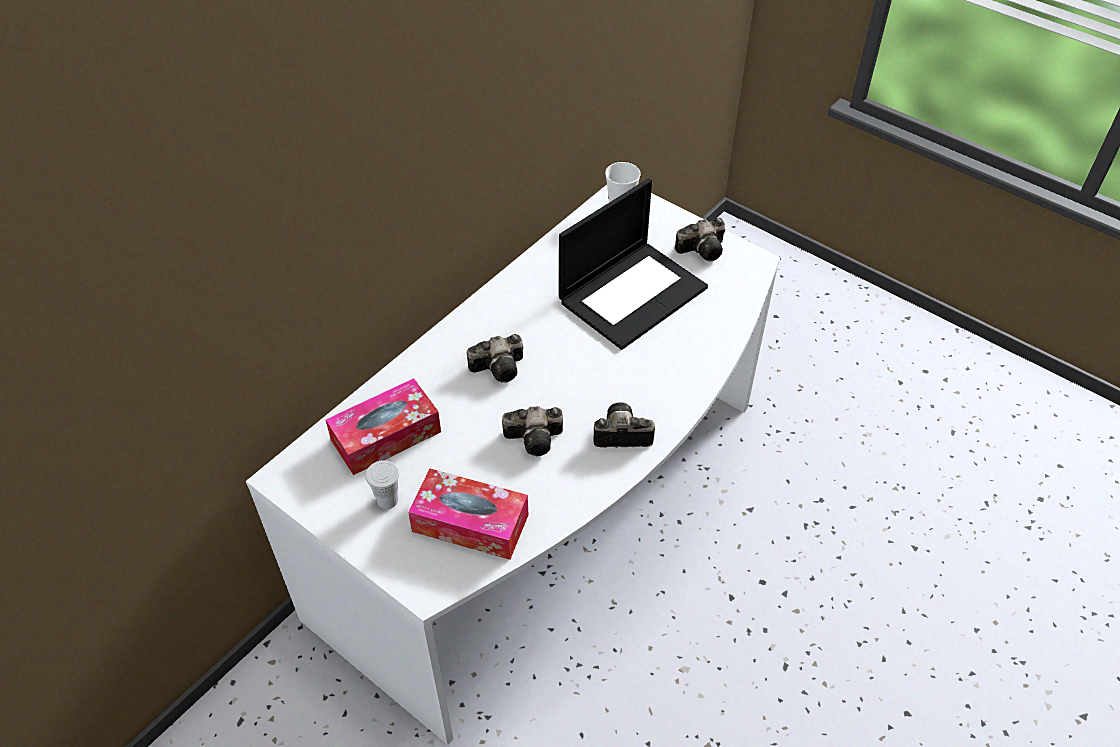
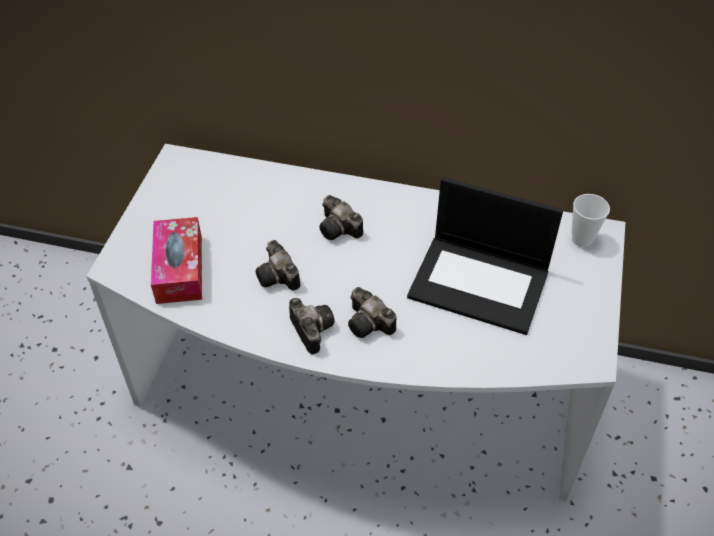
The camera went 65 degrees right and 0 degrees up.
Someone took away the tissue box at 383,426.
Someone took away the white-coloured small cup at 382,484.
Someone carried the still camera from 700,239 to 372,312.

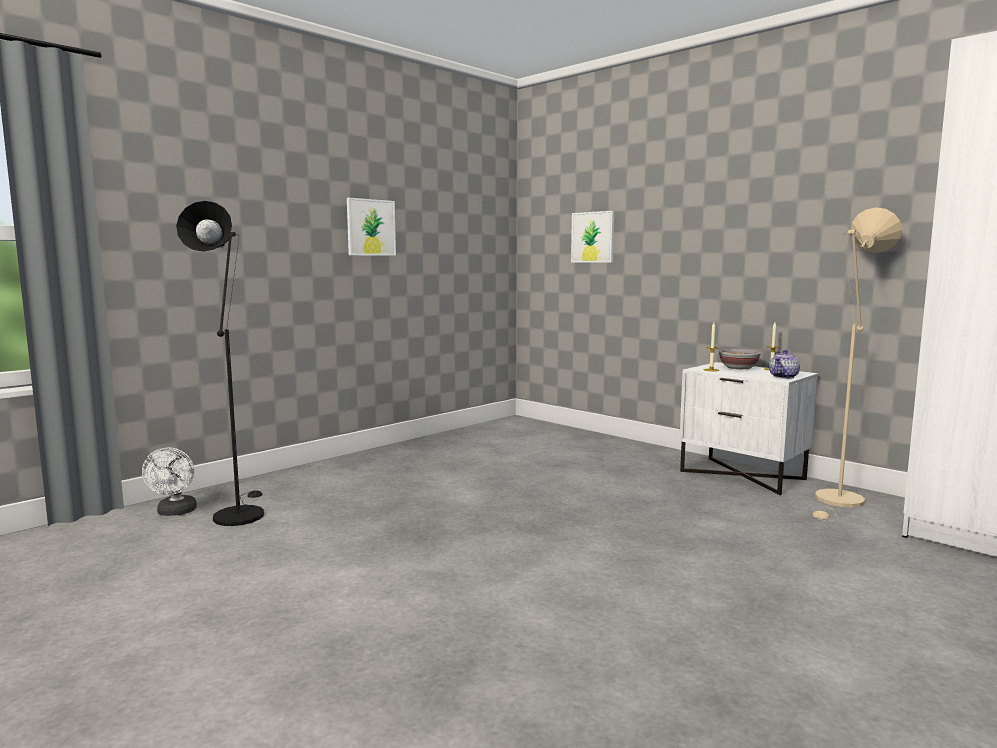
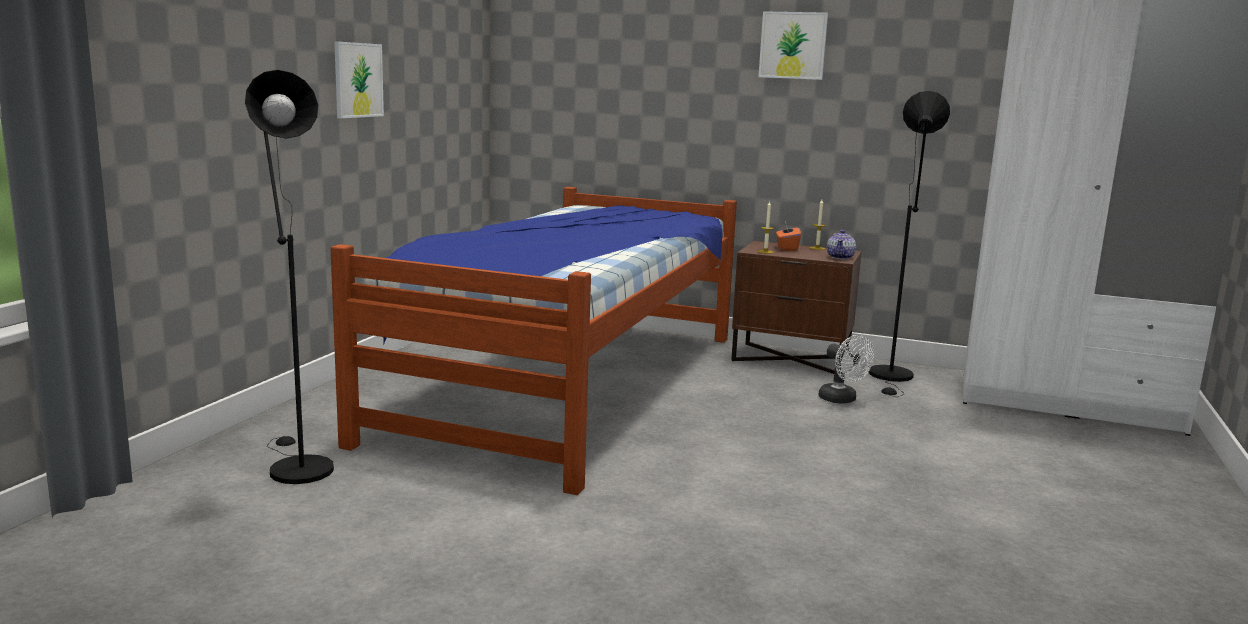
The camera went 25 degrees left and 5 degrees up.
Someone put down the bed at 533,341.
Someone carried the white-coloured cooling fan from 169,481 to 846,369.
Someone carried the wall art from 592,237 to 793,45.
Someone swapped the deep dish at 740,359 for the orangey tissue box at 788,236.
Someone repainted the white-coloured nightstand at 748,428, which became the brown nightstand at 796,307.
Someone repainted the beige standing lamp at 857,364, which became the blackish standing lamp at 909,244.

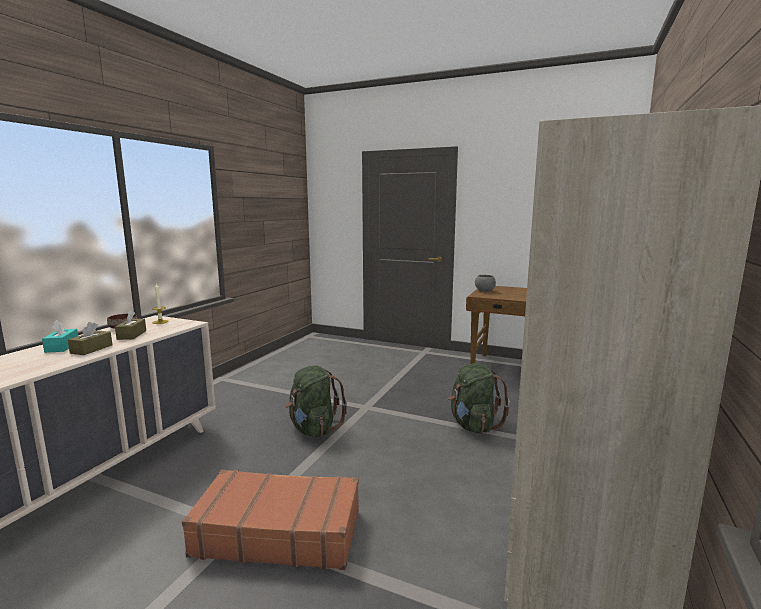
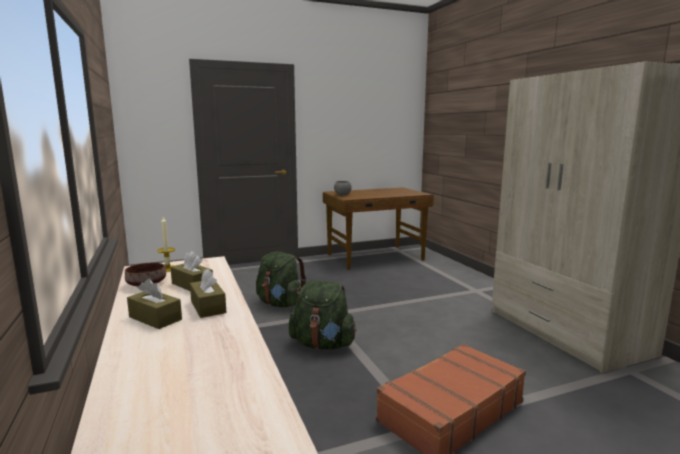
The camera went 45 degrees left and 0 degrees up.
Someone carried the greenish backpack from 479,398 to 281,279.
Someone repainted the blue-green tissue box at 60,336, which became the brown tissue box at 154,303.

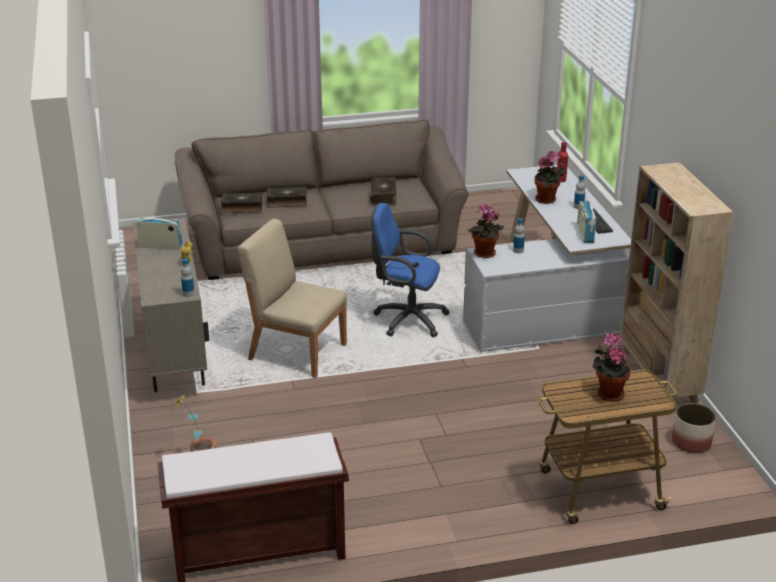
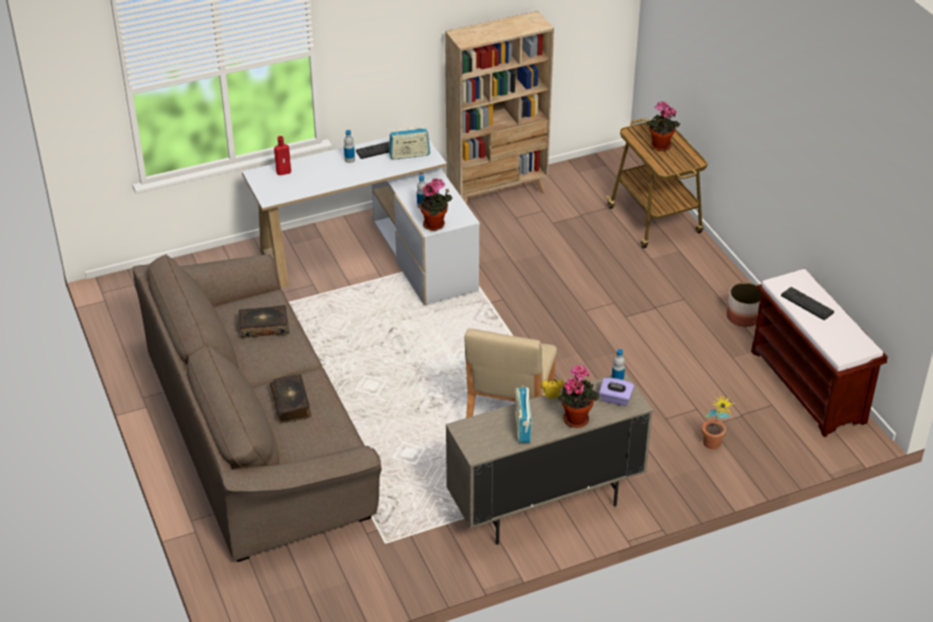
The camera went 100 degrees left and 10 degrees up.
Someone took away the book at 242,203.
Someone took away the blue-coloured computer chair at 410,270.
Someone put down the purple tissue box at 616,392.
Someone put down the computer keyboard at 807,303.
Someone carried the houseplant from 550,177 to 578,396.
Someone carried the flower pot from 694,428 to 743,305.

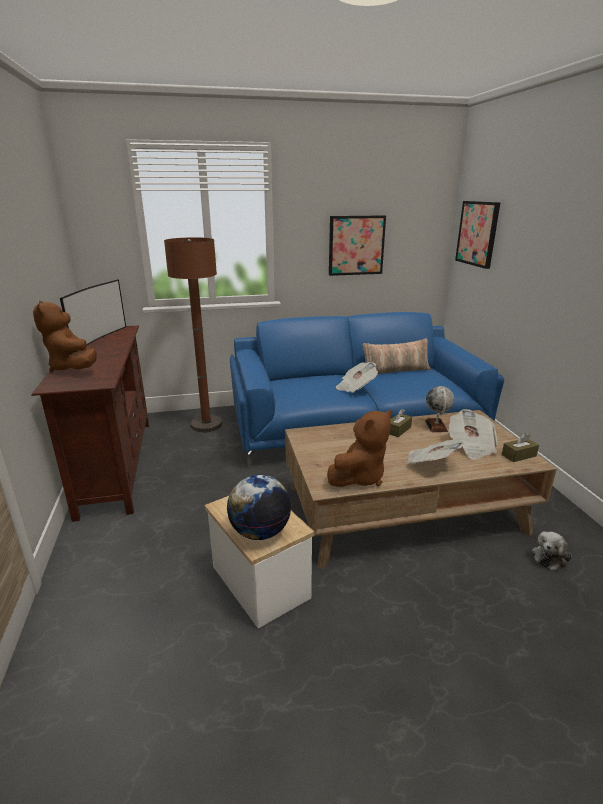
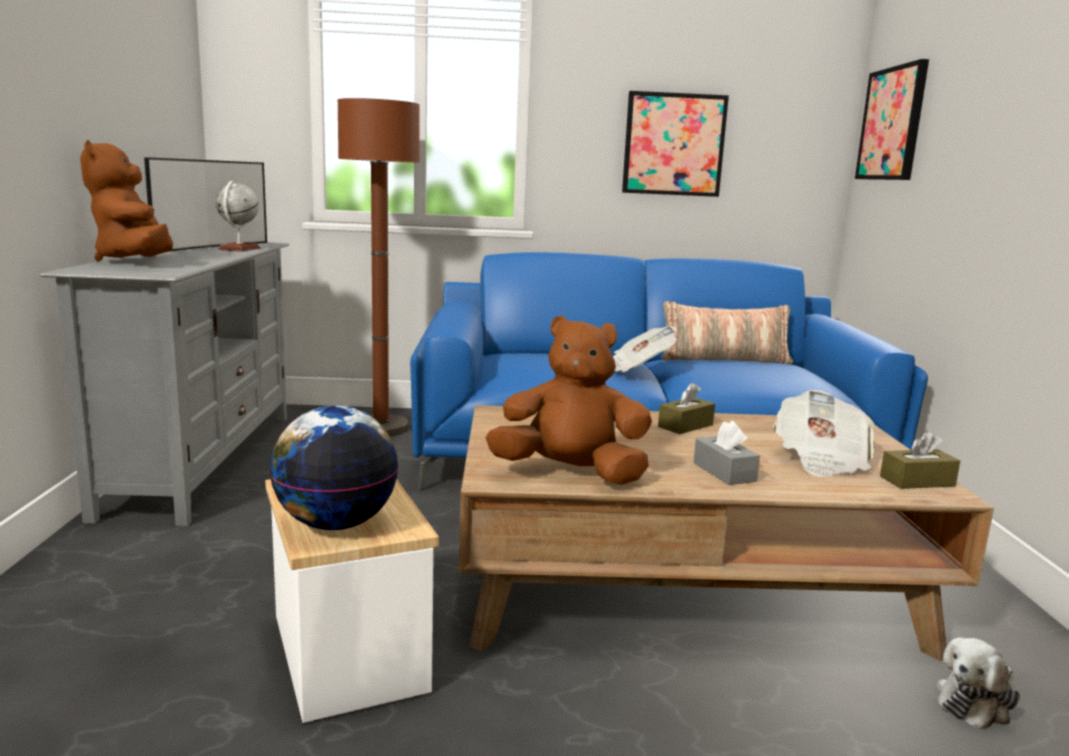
The camera went 10 degrees right and 10 degrees down.
Someone carried the world globe from 439,409 to 238,216.
Someone swapped the newspaper at 435,451 for the gray tissue box at 727,453.
Someone repainted the brown tv stand at 90,424, which became the gray tv stand at 164,384.
Someone rotated the brown soft toy at 359,448 by 135 degrees counterclockwise.

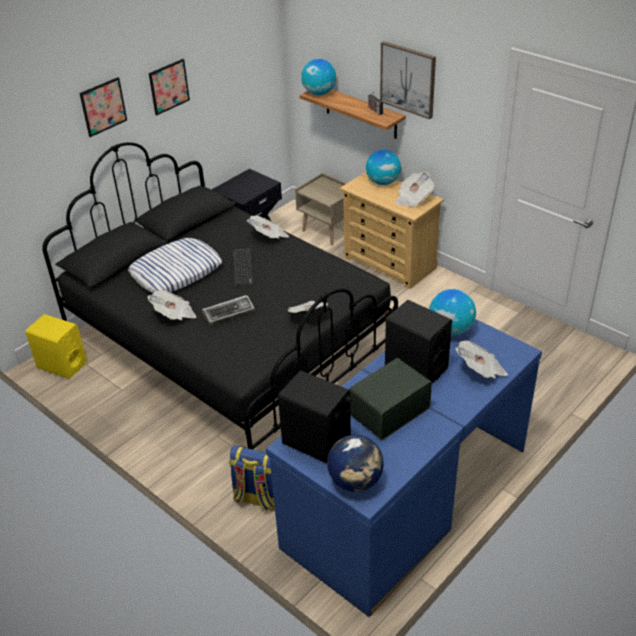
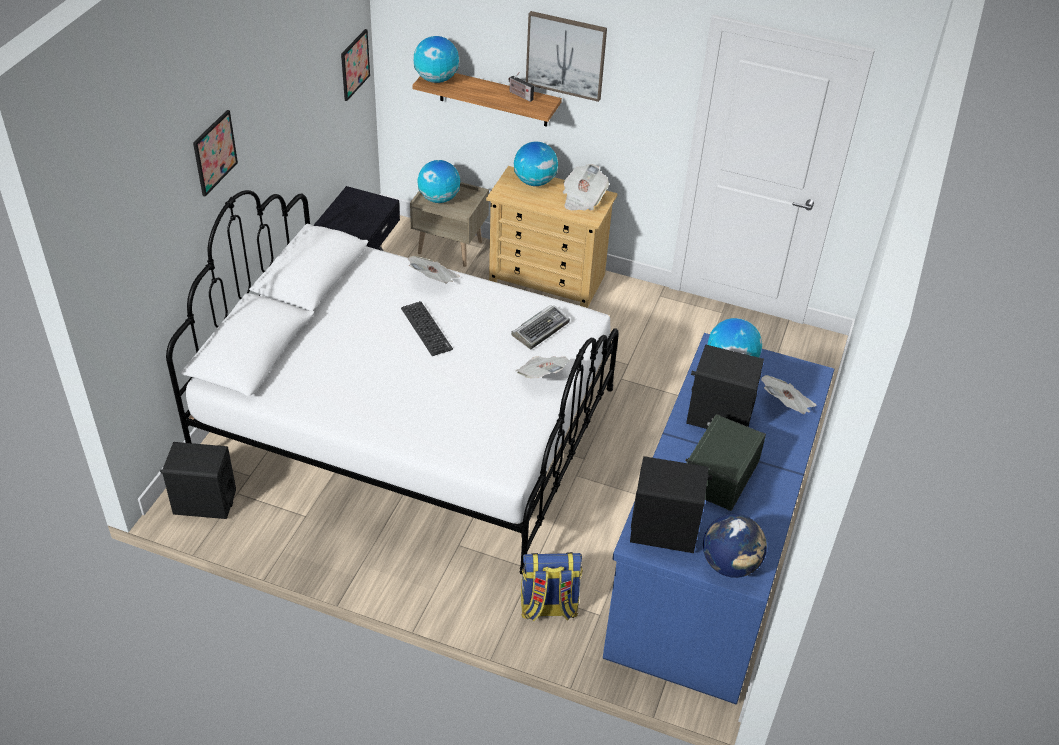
The camera went 25 degrees left and 5 degrees up.
Someone took away the pillow at 175,265.
Someone took away the newspaper at 171,305.
Someone put down the world globe at 439,181.
Someone carried the wall art from 169,87 to 355,65.
Someone carried the computer keyboard from 228,310 to 540,327.
Someone repainted the yellow-coloured speaker at 56,346, which became the blackish speaker at 198,480.
Someone repainted the blackish bed at 220,295, which became the white-coloured bed at 392,382.

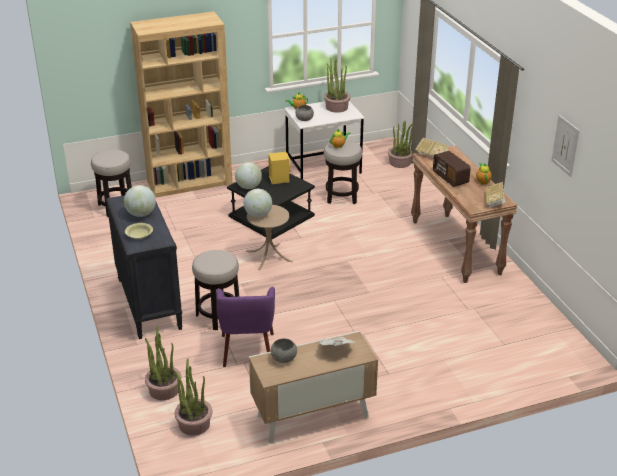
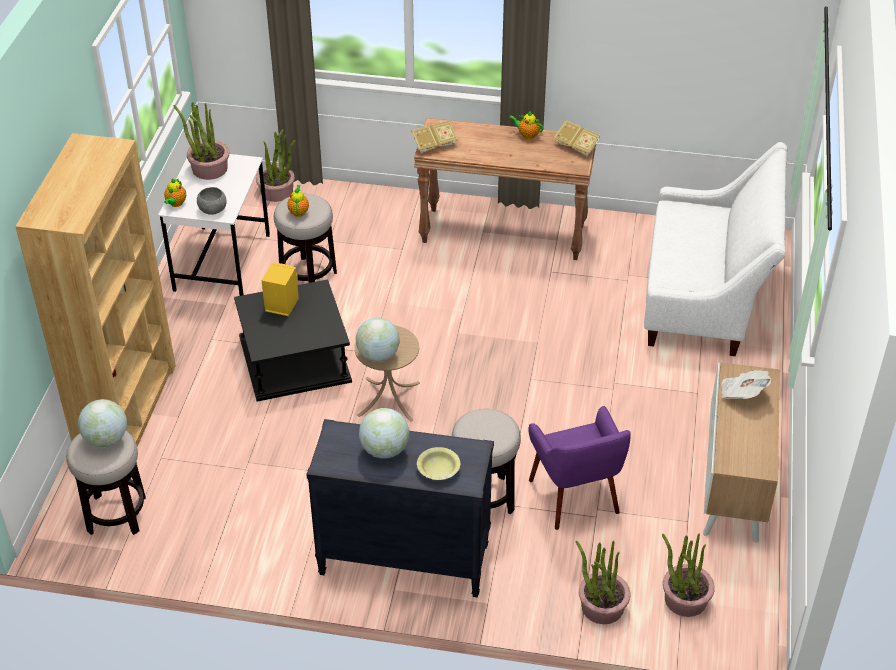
The camera went 60 degrees left and 10 degrees up.
Someone took away the gray deep dish at 284,350.
Someone took away the radio receiver at 452,169.
Someone took away the wall art at 565,146.
Someone put down the white-coloured couch at 716,249.
Someone carried the world globe from 248,175 to 102,423.
Someone rotated the purple easy chair at 245,327 by 45 degrees clockwise.

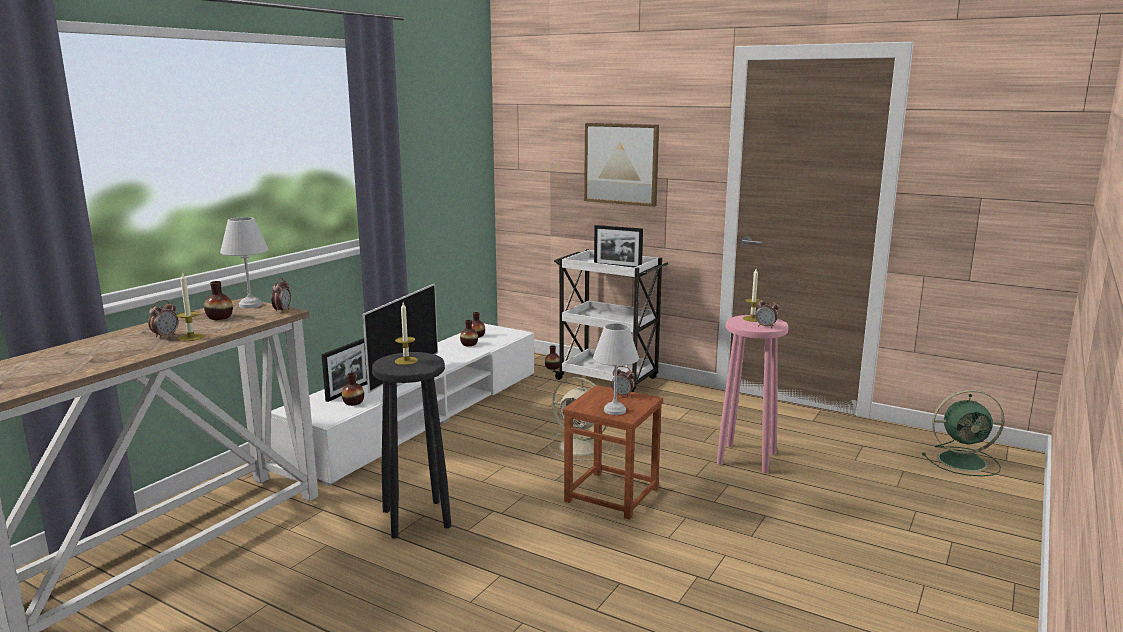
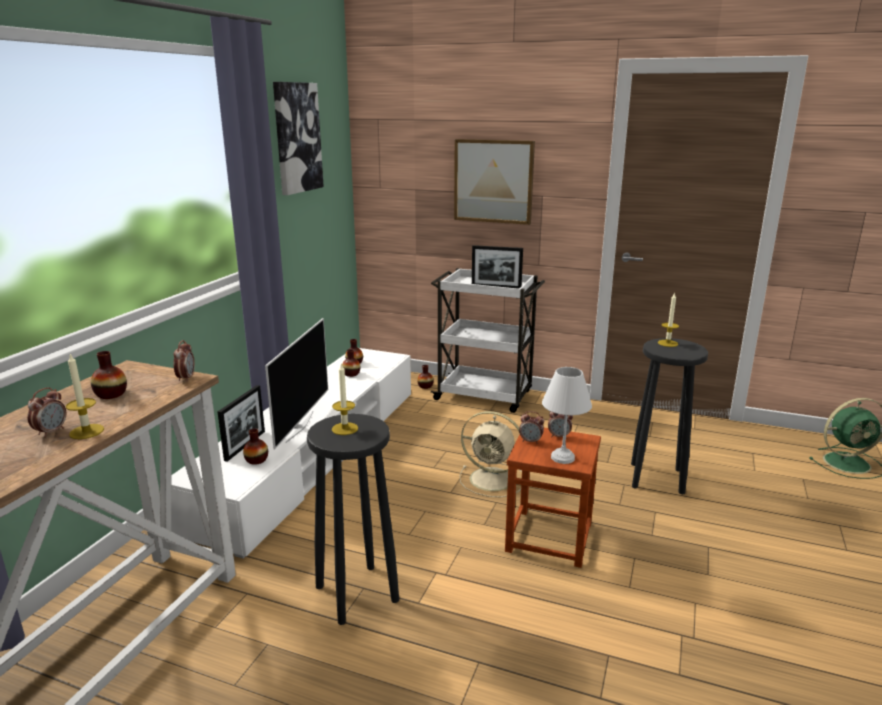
The camera went 10 degrees left and 5 degrees up.
Someone took away the white-coloured tabletop lamp at 244,262.
Someone put up the wall art at 298,138.
Someone carried the table clock from 767,312 to 531,427.
Someone repainted the pink-coloured sitting stool at 753,394, which became the blackish sitting stool at 669,416.

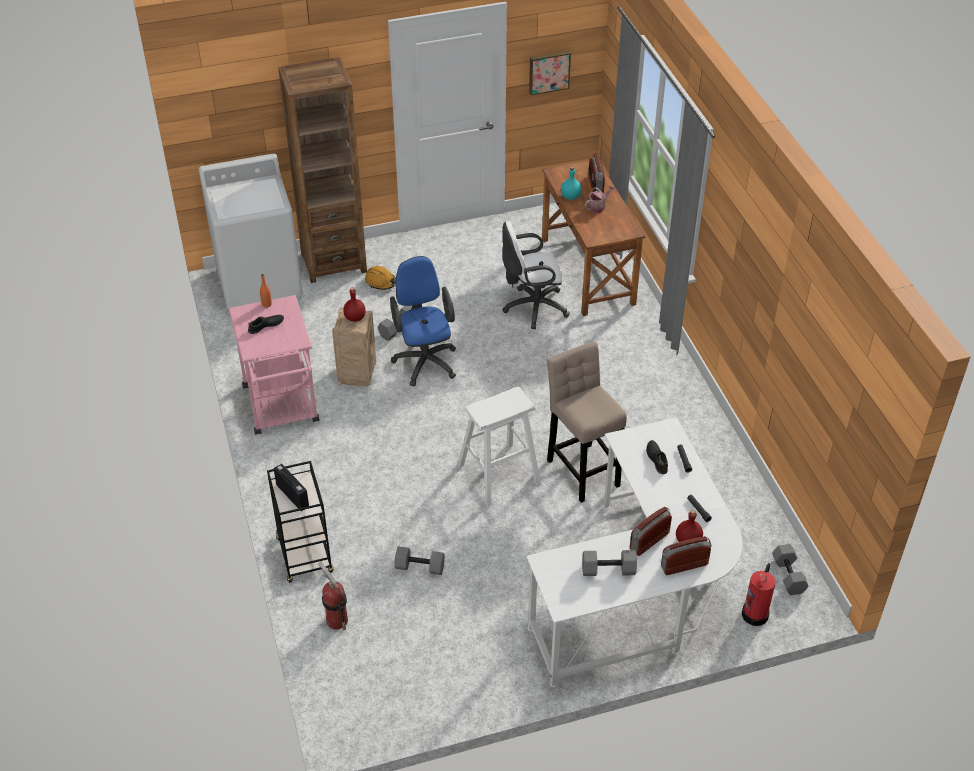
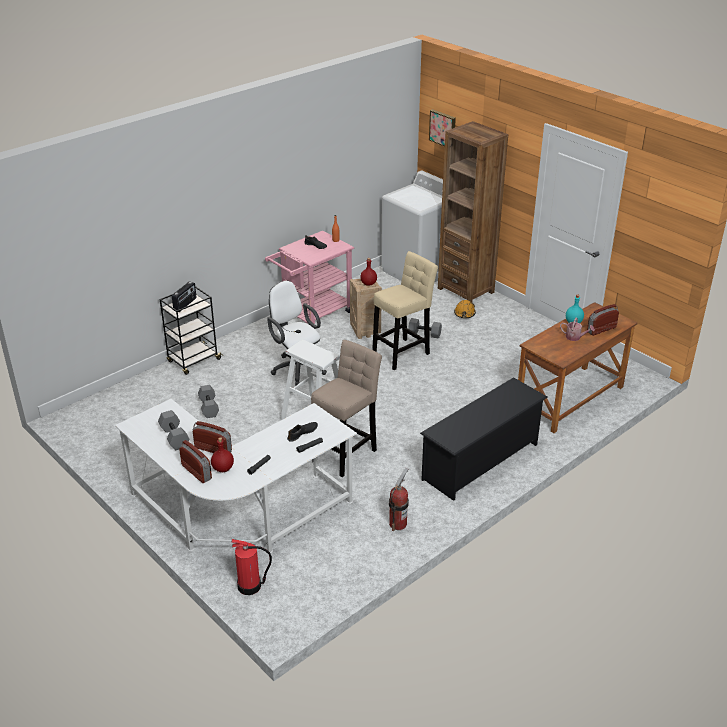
The camera went 65 degrees right and 10 degrees down.
Someone took away the gray dumbbell at 790,569.
Someone put down the blackish shoe shelf at 484,439.
Someone carried the fire-fighting cylinder from 333,595 to 399,499.
Someone carried the white-coloured computer chair from 536,275 to 297,333.
Someone carried the wall art from 550,73 to 442,128.
Someone swapped the blue-coloured computer chair at 423,321 for the beige sitting stool at 405,310.

